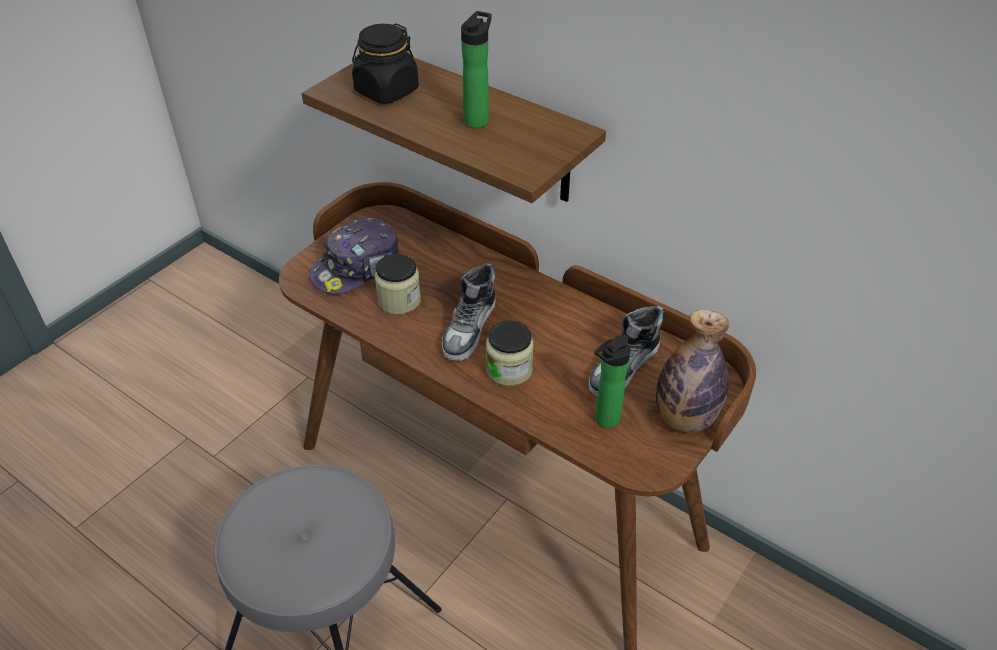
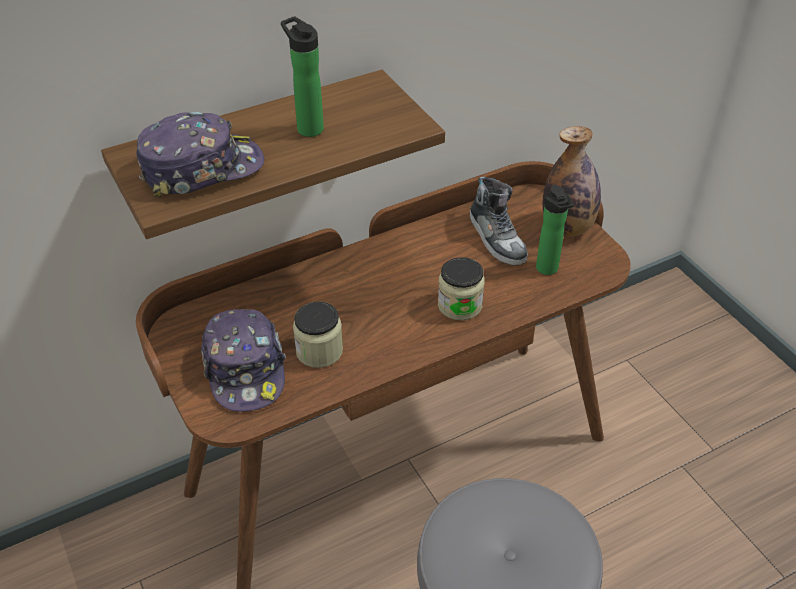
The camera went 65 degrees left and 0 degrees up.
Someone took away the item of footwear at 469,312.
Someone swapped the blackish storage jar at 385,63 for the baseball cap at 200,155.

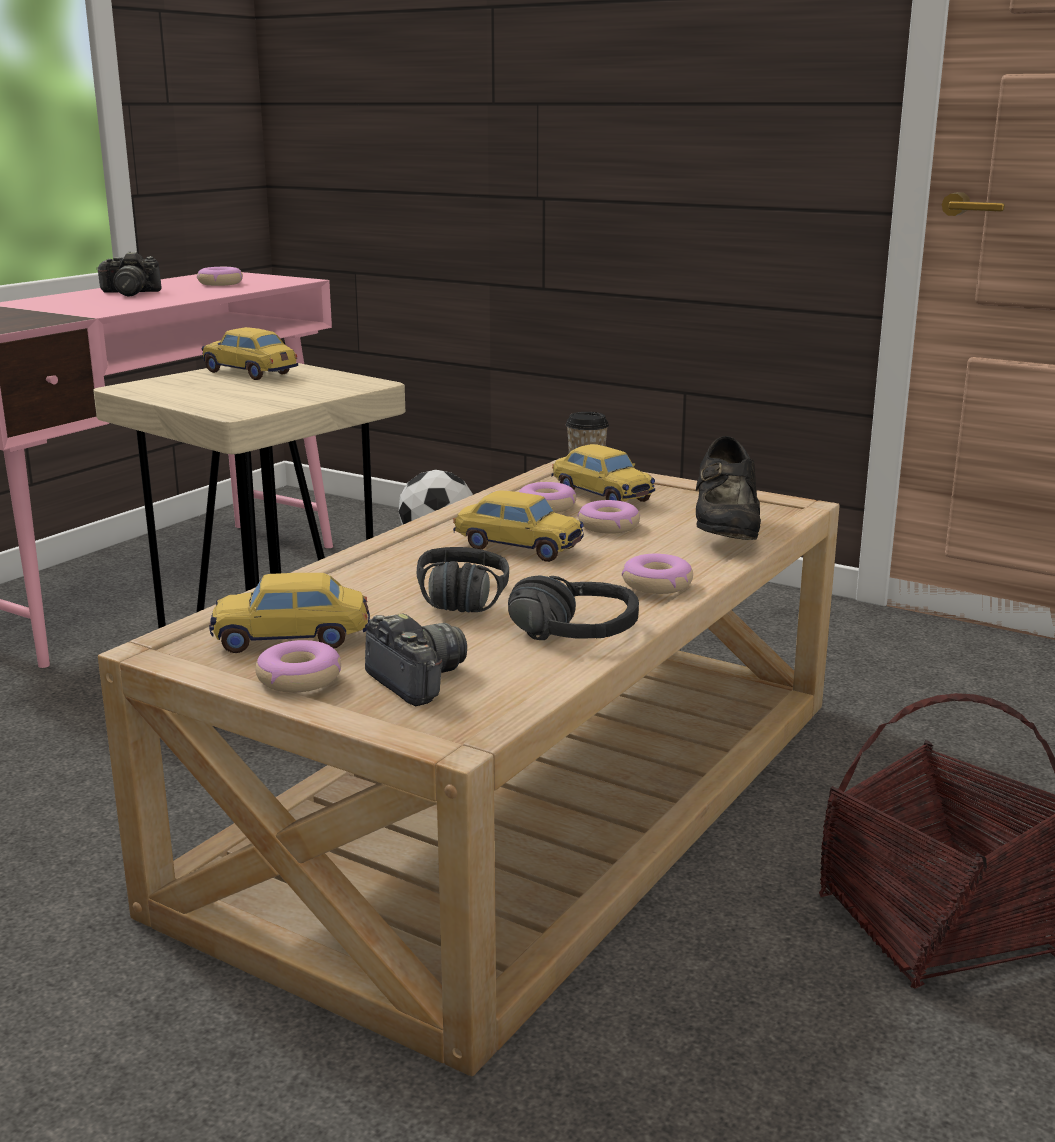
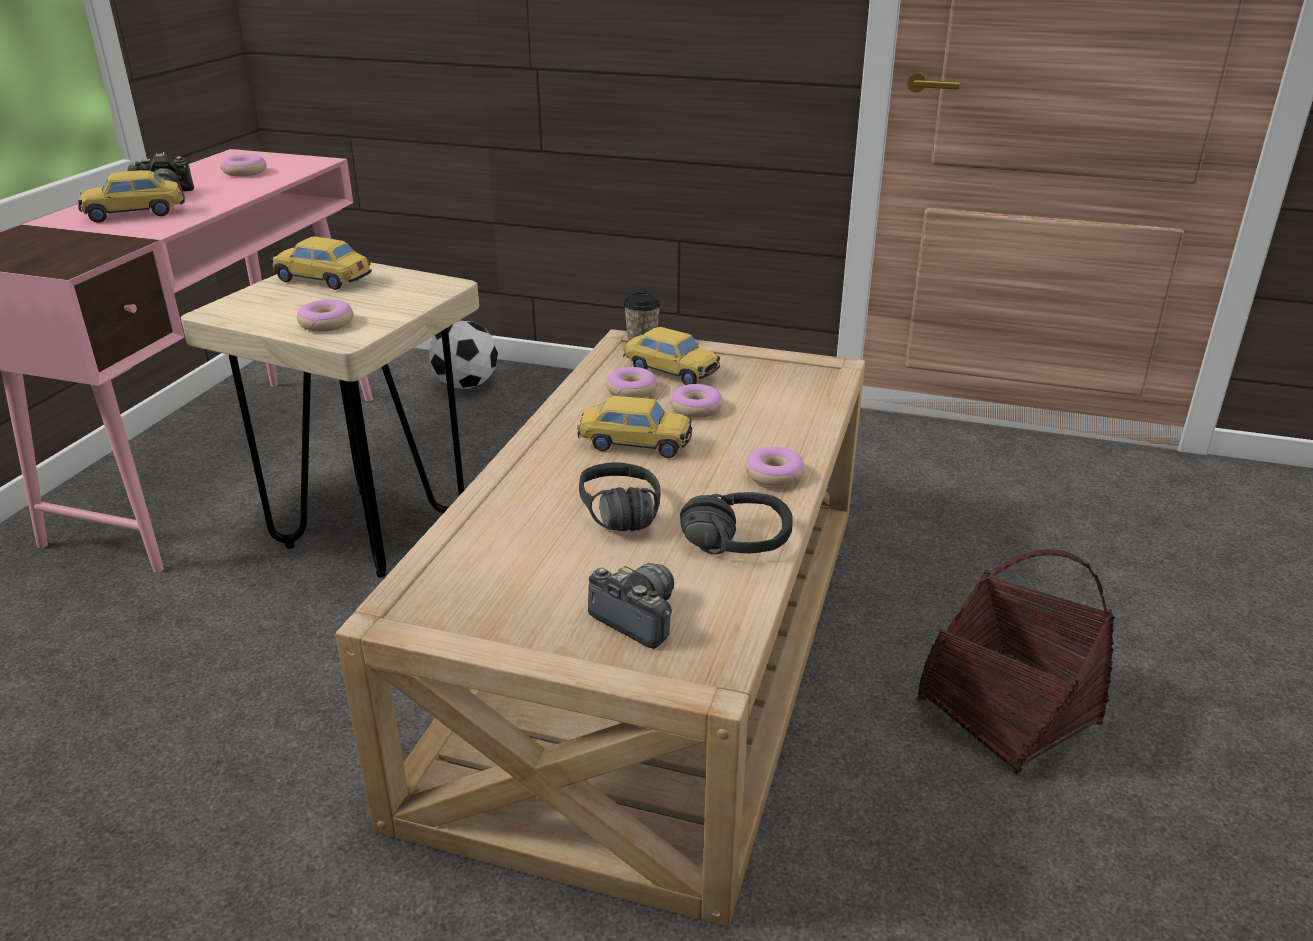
The camera went 15 degrees left and 10 degrees up.
Someone took away the blackish item of footwear at 728,488.
Someone carried the toy car from 289,613 to 131,196.
Someone carried the ring doughnut from 298,666 to 325,315.

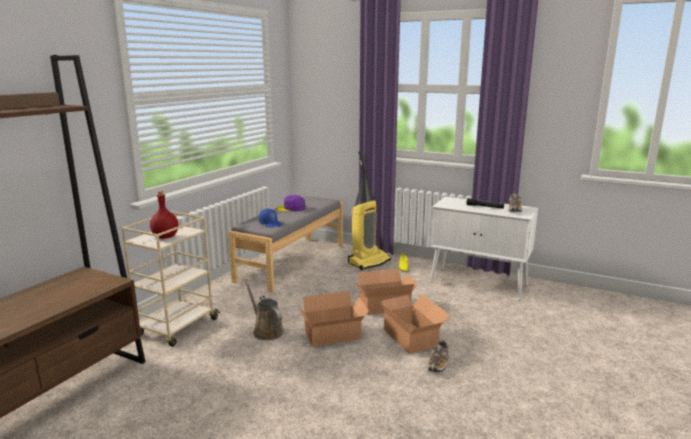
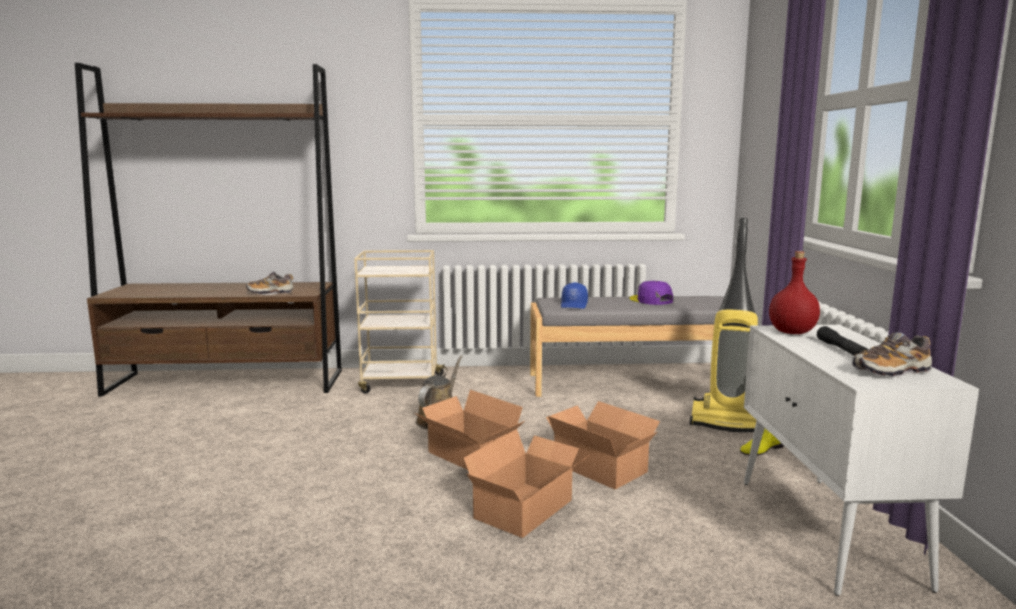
The camera went 60 degrees right and 5 degrees down.
Someone carried the reddish beverage bottle from 164,215 to 794,292.
Someone carried the item of footwear from 438,356 to 270,283.

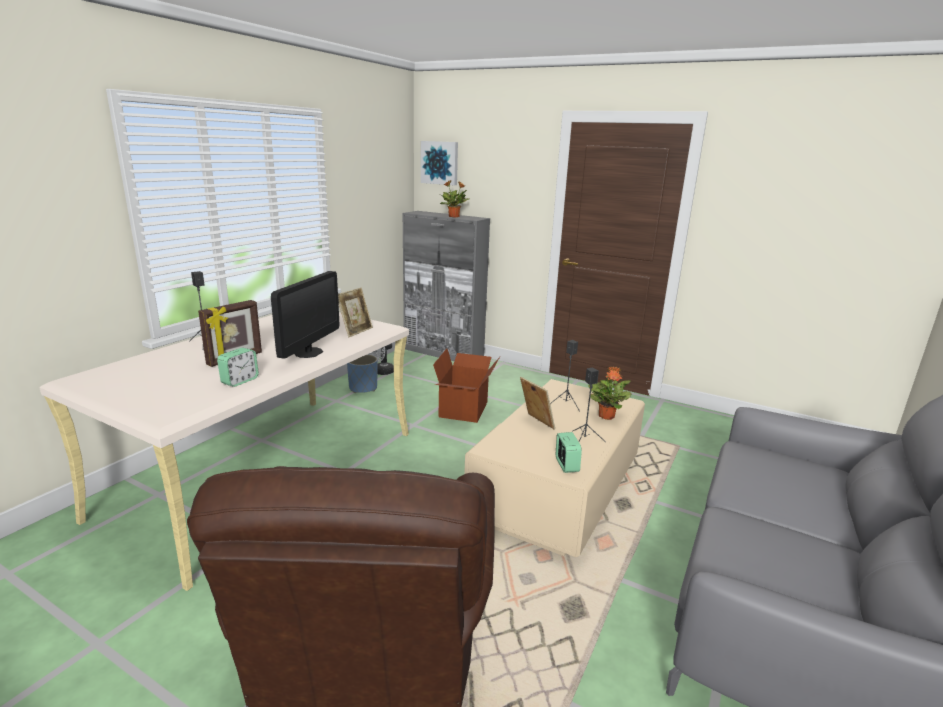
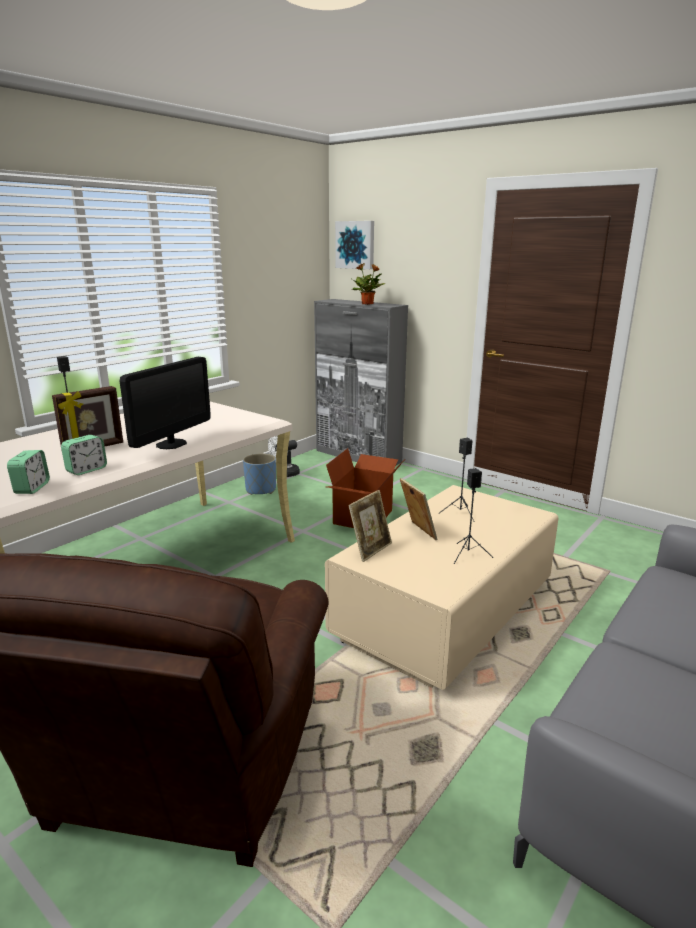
The camera went 10 degrees right and 0 degrees up.
Someone took away the houseplant at 610,393.
Someone carried the picture frame from 355,312 to 370,526.
Someone carried the table clock from 569,452 to 28,472.

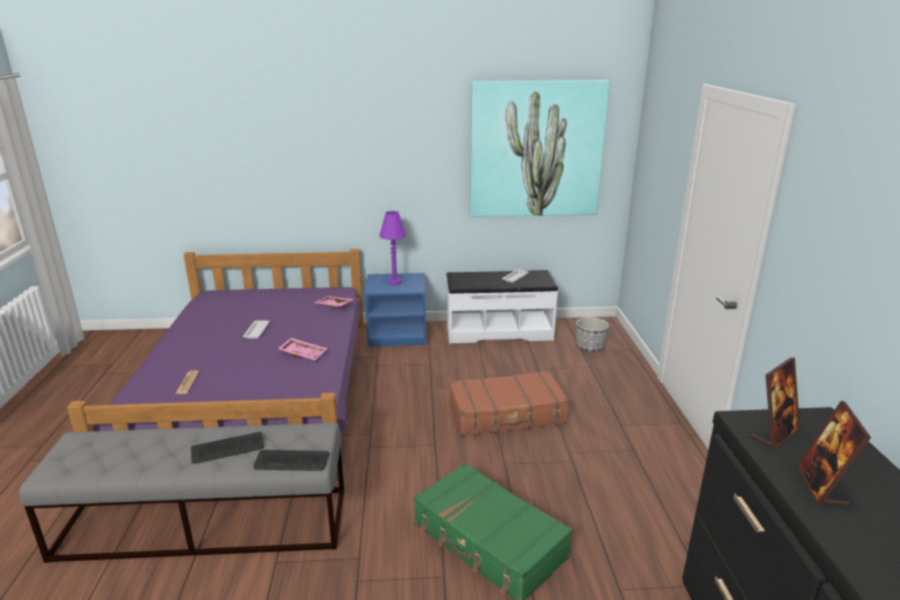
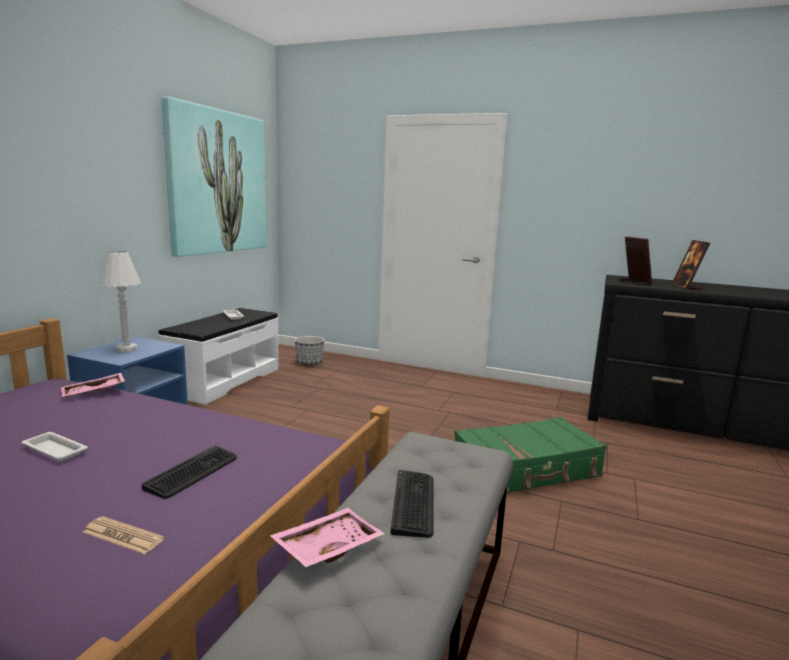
The camera went 65 degrees left and 10 degrees down.
Someone took away the brown suitcase at 509,403.
Someone carried the computer keyboard from 291,460 to 189,472.
Someone carried the pink-coloured serving tray from 302,349 to 327,537.
Someone repainted the purple tabletop lamp at 393,248, which became the white-coloured tabletop lamp at 120,301.
Someone rotated the picture frame at 834,453 by 60 degrees clockwise.

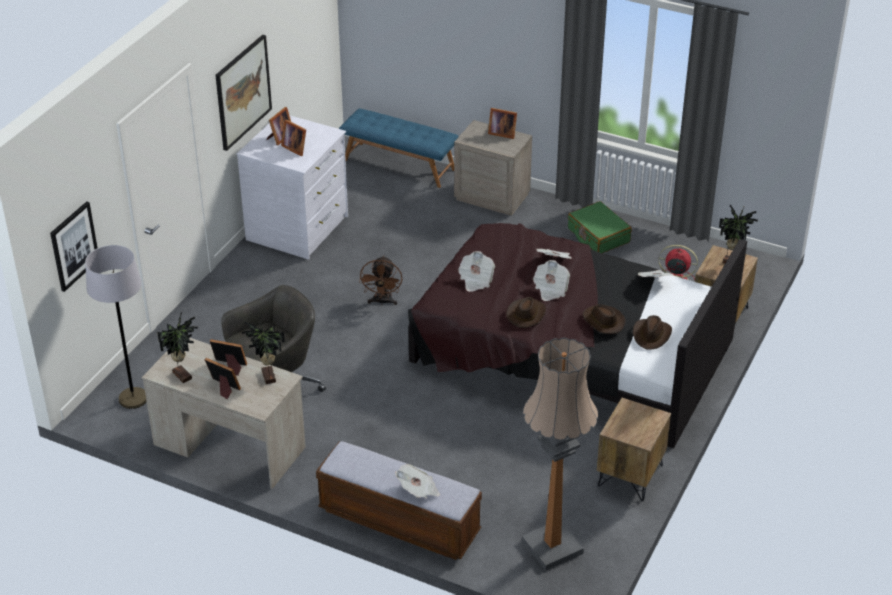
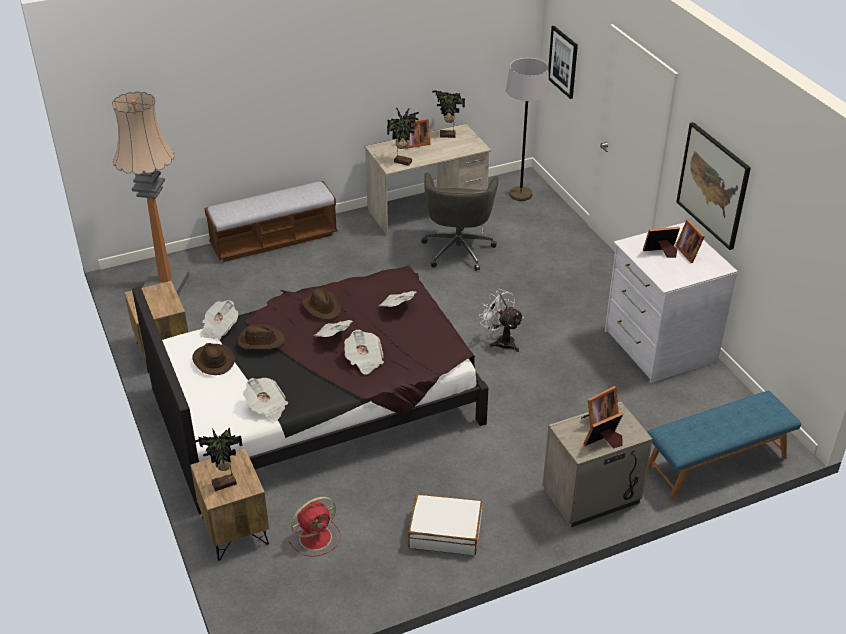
The camera went 130 degrees right and 0 degrees up.
Someone carried the picture frame from 228,357 to 600,407.
Someone carried the newspaper from 417,481 to 219,320.
Someone repainted the brown cooling fan at 380,280, which became the white-coloured cooling fan at 501,320.
Someone repainted the greenish suitcase at 600,227, which became the white-coloured suitcase at 445,524.

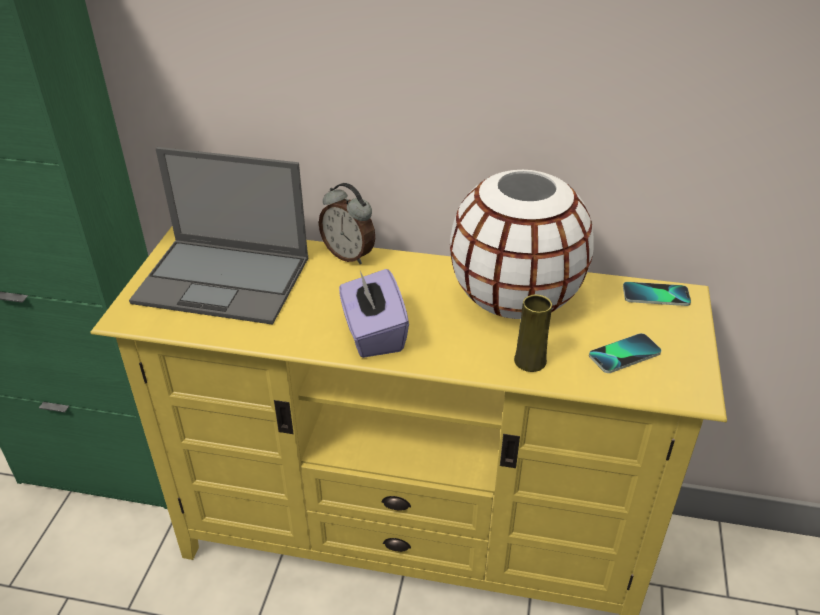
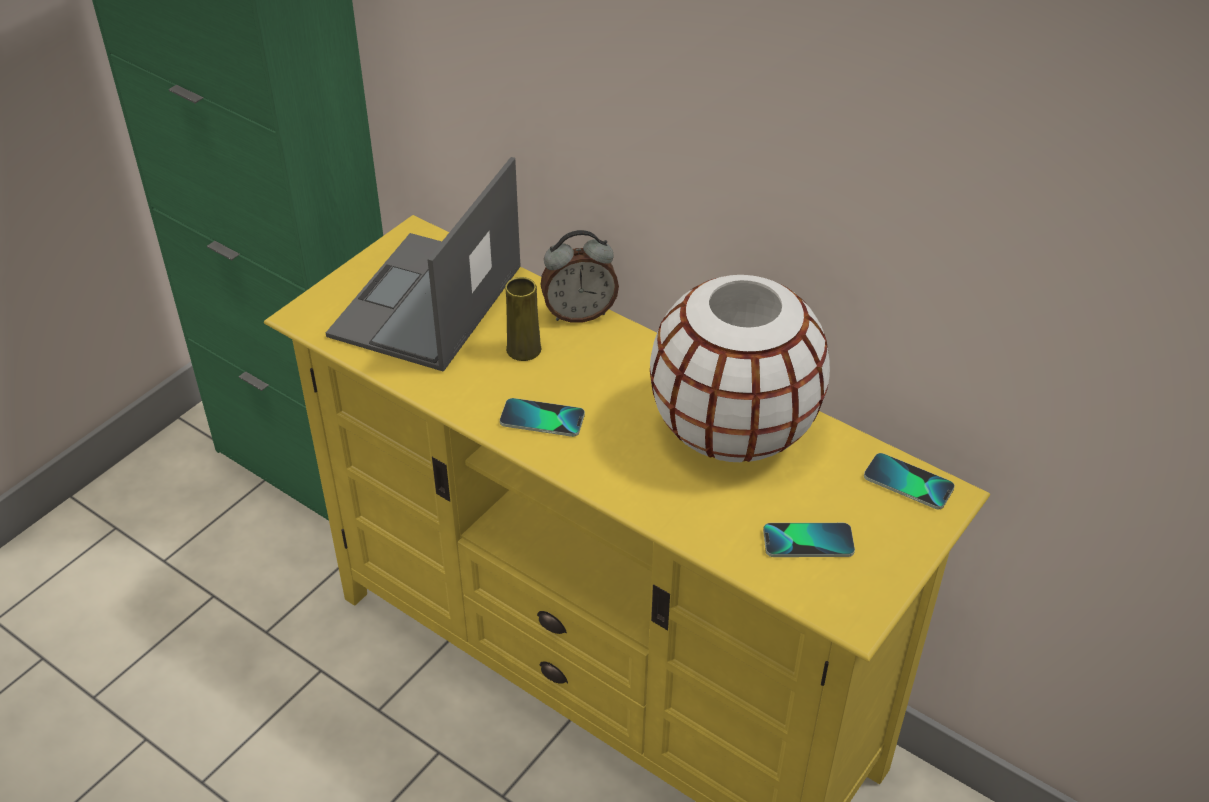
The camera went 25 degrees right and 5 degrees up.
Someone carried the yellow-coloured decorative vase from 533,333 to 523,319.
Someone swapped the purple tissue box at 374,313 for the telephone at 542,417.
Someone rotated the notebook computer at 218,236 by 75 degrees clockwise.
Someone rotated the table clock at 347,223 by 75 degrees counterclockwise.

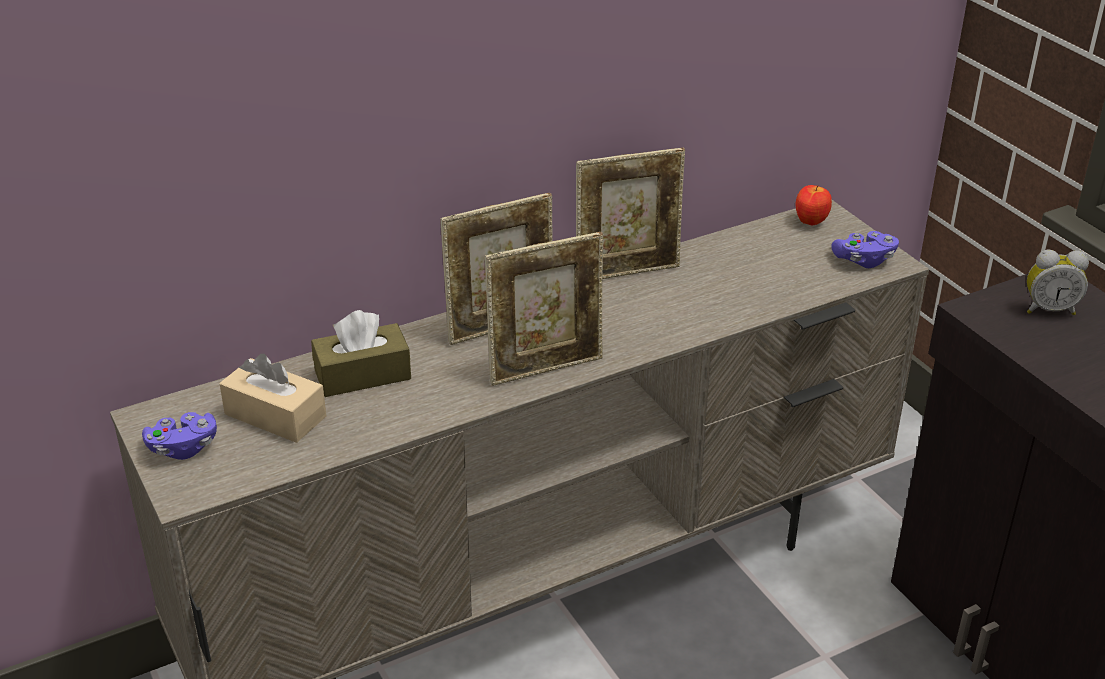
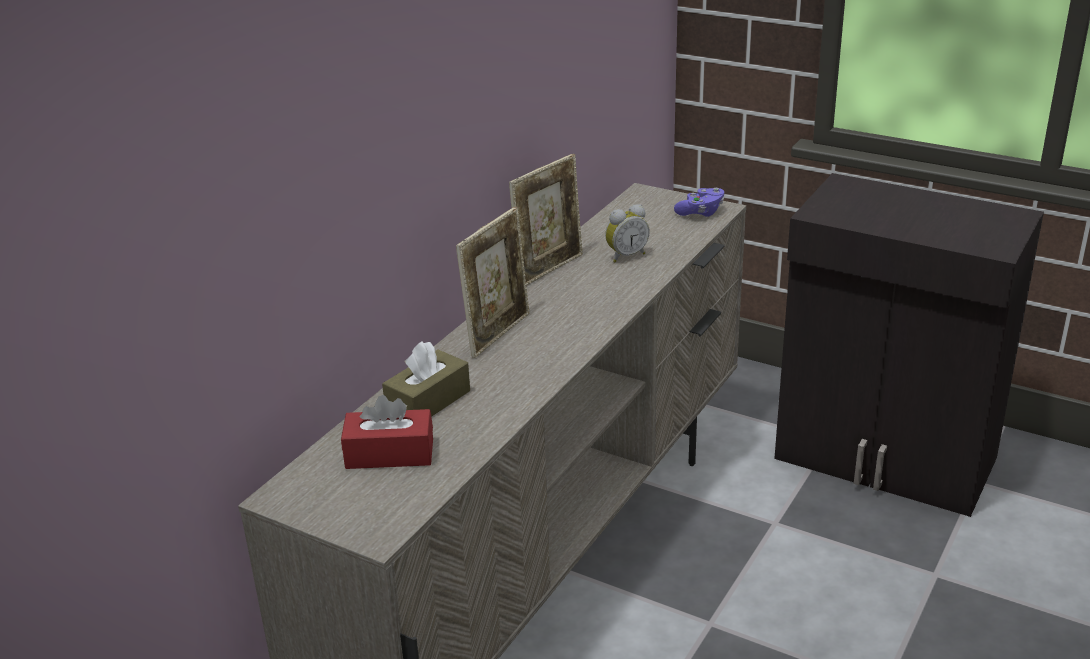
The camera went 30 degrees left and 5 degrees down.
Someone took away the purple joypad at 179,436.
Someone took away the picture frame at 544,309.
Someone took away the whole apple at 814,205.
Someone carried the table clock from 1058,282 to 627,233.
Someone repainted the beige tissue box at 272,398, which became the reddish tissue box at 387,432.

